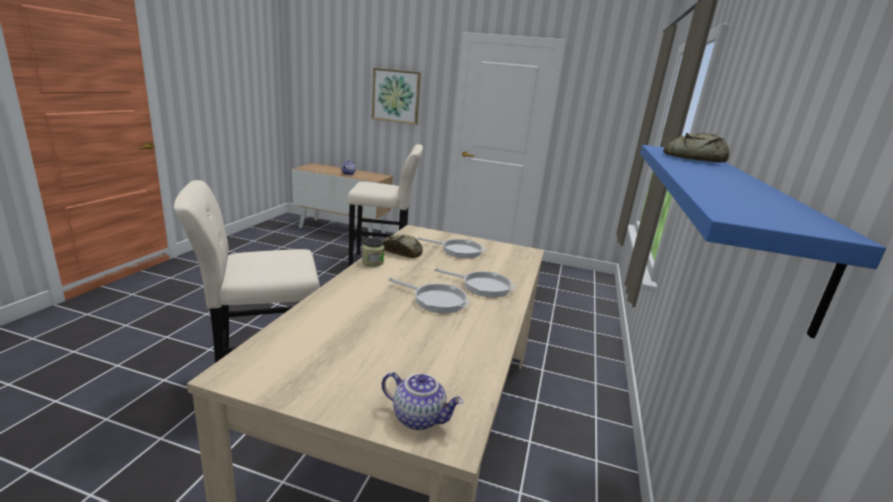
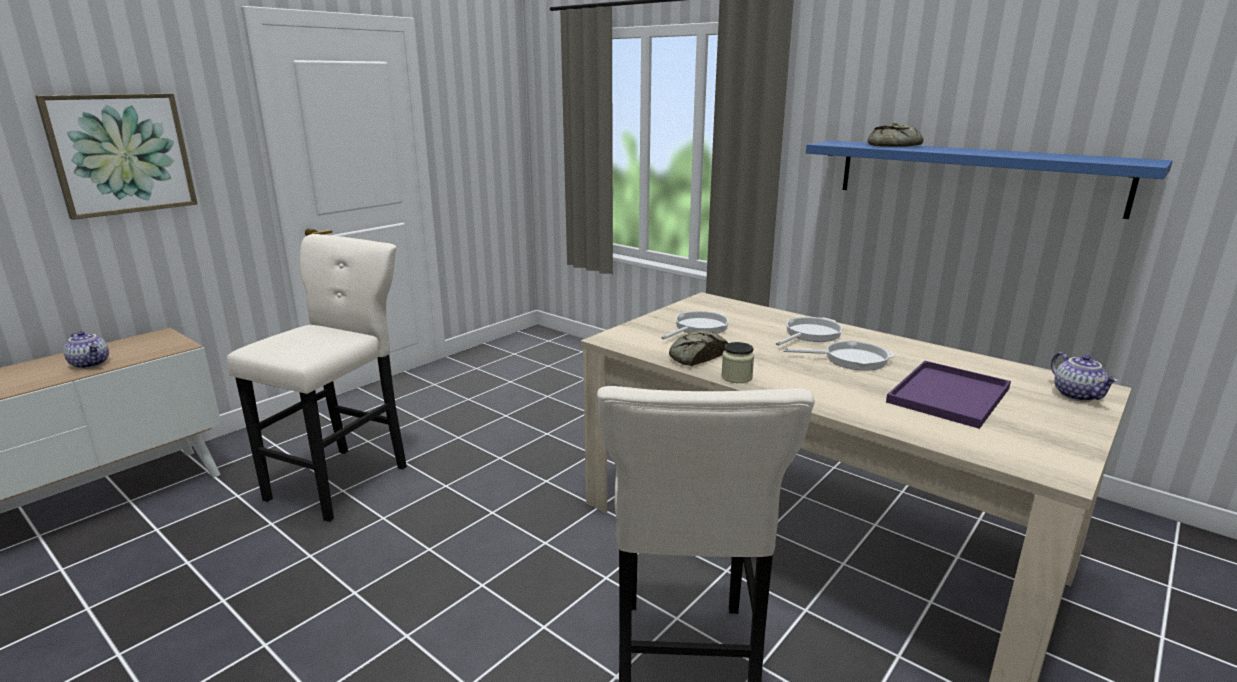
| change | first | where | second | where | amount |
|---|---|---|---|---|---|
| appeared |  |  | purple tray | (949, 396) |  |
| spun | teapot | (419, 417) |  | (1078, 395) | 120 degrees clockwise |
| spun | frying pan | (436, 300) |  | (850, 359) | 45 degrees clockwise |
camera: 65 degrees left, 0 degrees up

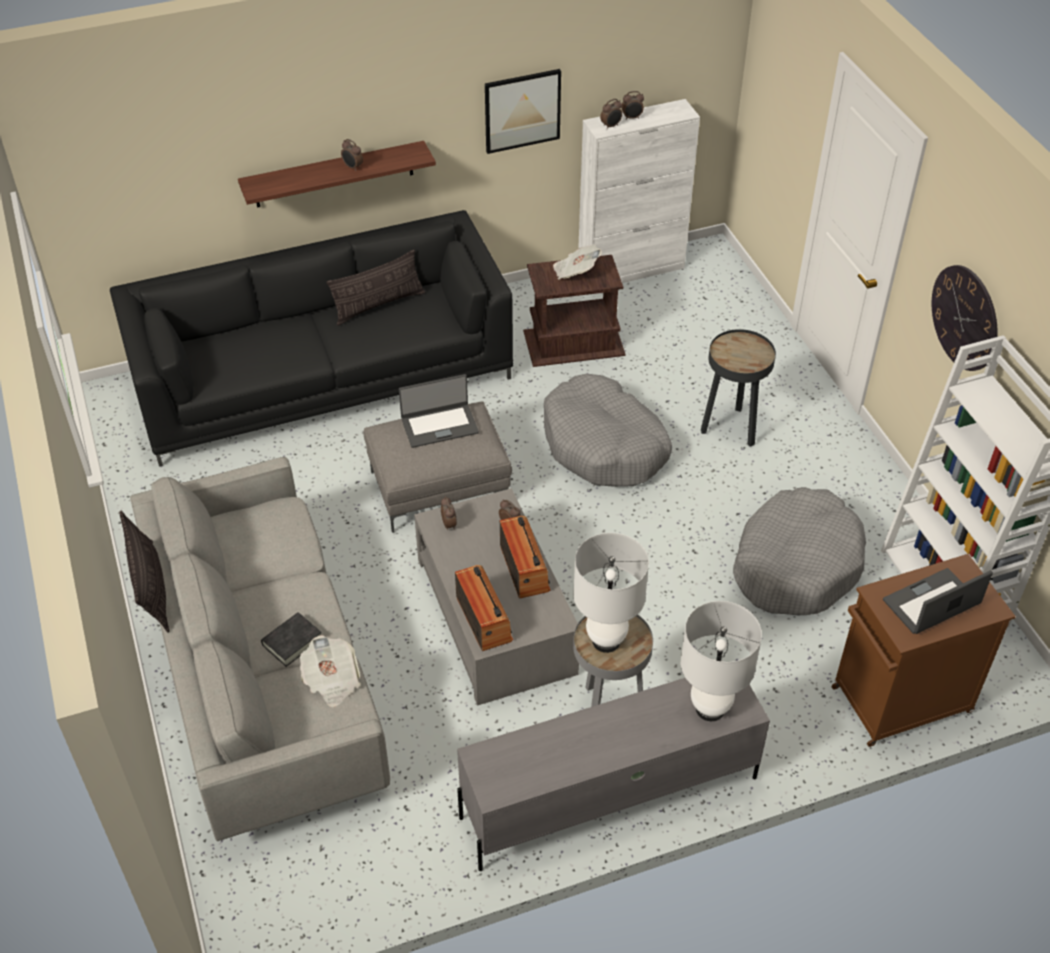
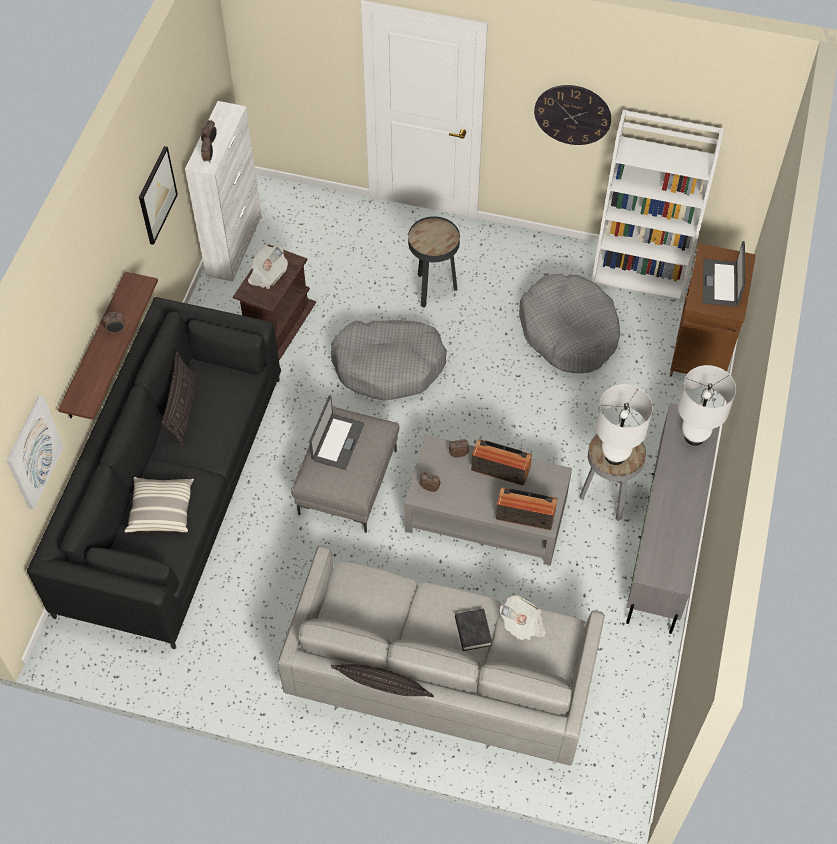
| change | first | where | second | where | amount |
|---|---|---|---|---|---|
| appeared |  |  | picture | (33, 452) |  |
| appeared |  |  | pillow | (161, 510) |  |
camera: 55 degrees left, 10 degrees up

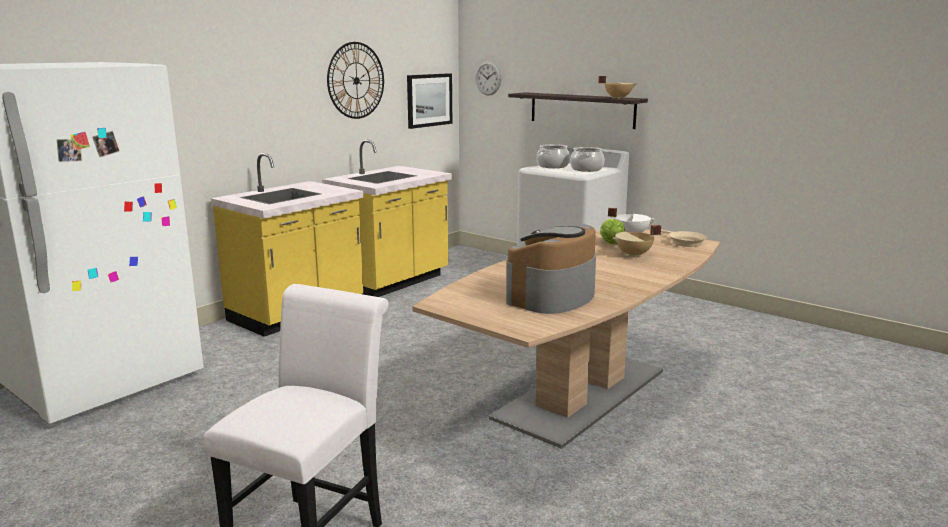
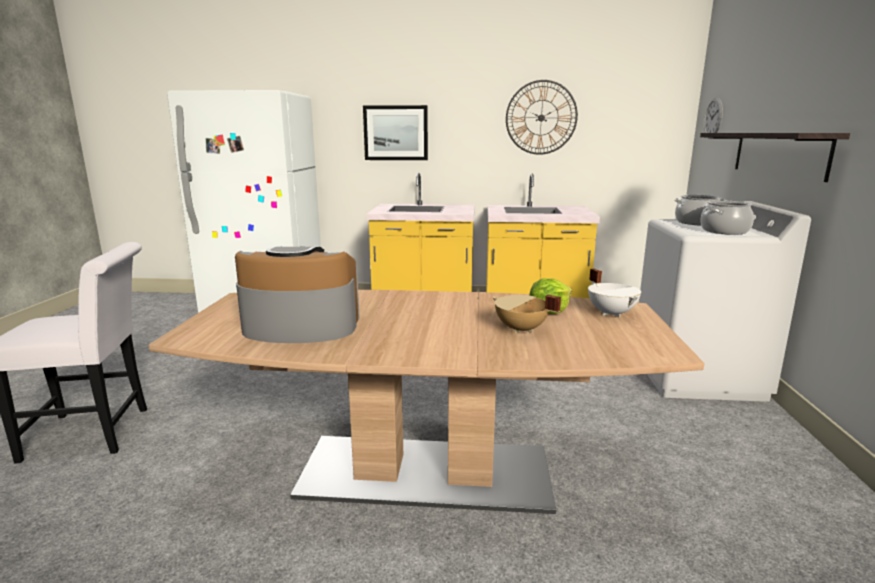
| change | first | where | second | where | amount |
|---|---|---|---|---|---|
| missing | beige cooking pot | (617, 98) |  |  |  |
| missing | beige frying pan | (684, 242) |  |  |  |
| relocated | picture | (429, 100) |  | (396, 133) |  |
camera: 55 degrees right, 0 degrees up

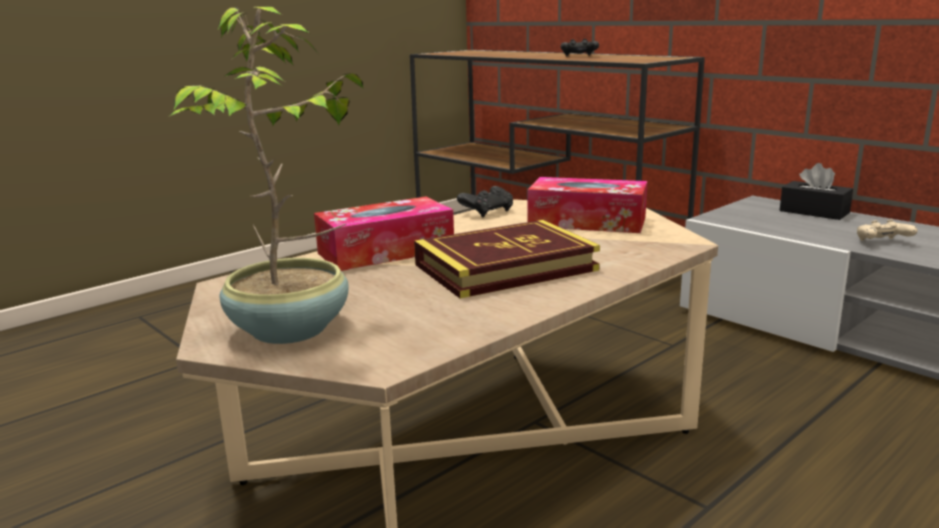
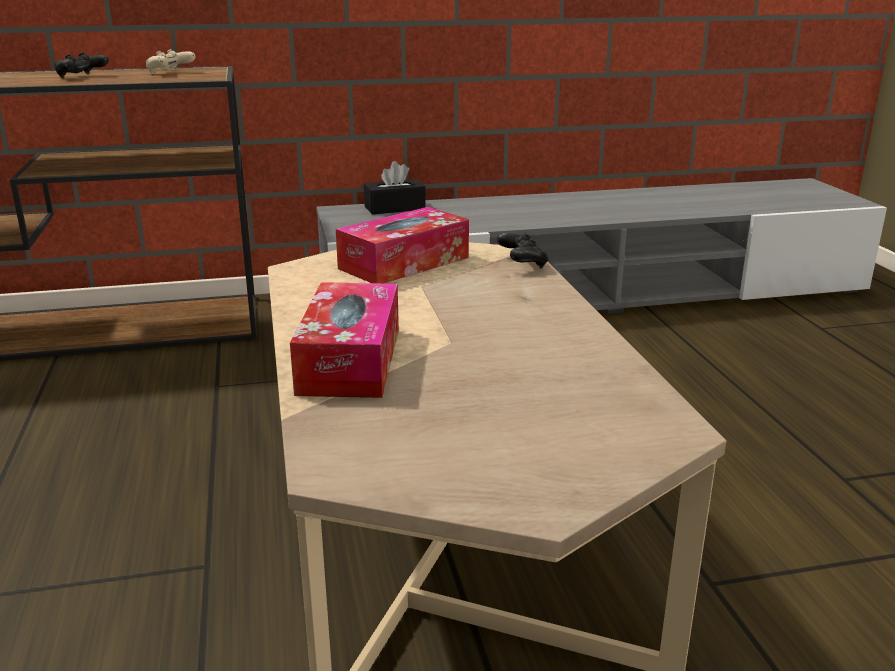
| change | first | where | second | where | amount |
|---|---|---|---|---|---|
| missing | potted plant | (292, 330) |  |  |  |
| missing | book | (505, 267) |  |  |  |
| relocated | black game controller | (487, 212) |  | (522, 263) |  |
| relocated | beige game controller | (882, 243) |  | (170, 73) |  |
camera: 60 degrees left, 5 degrees up

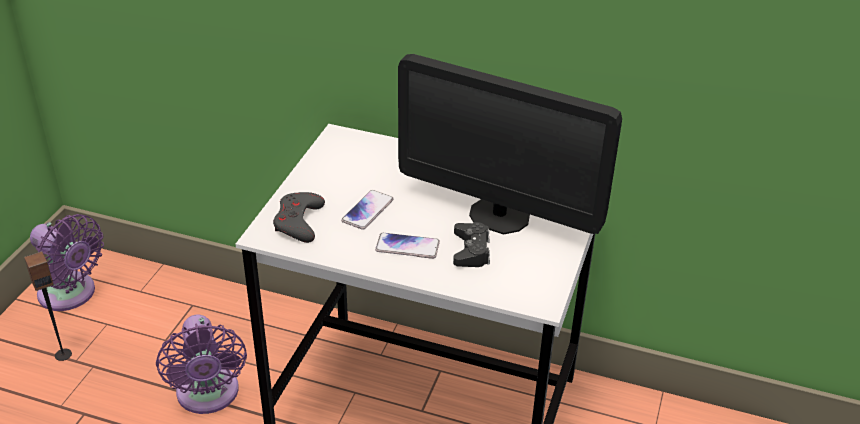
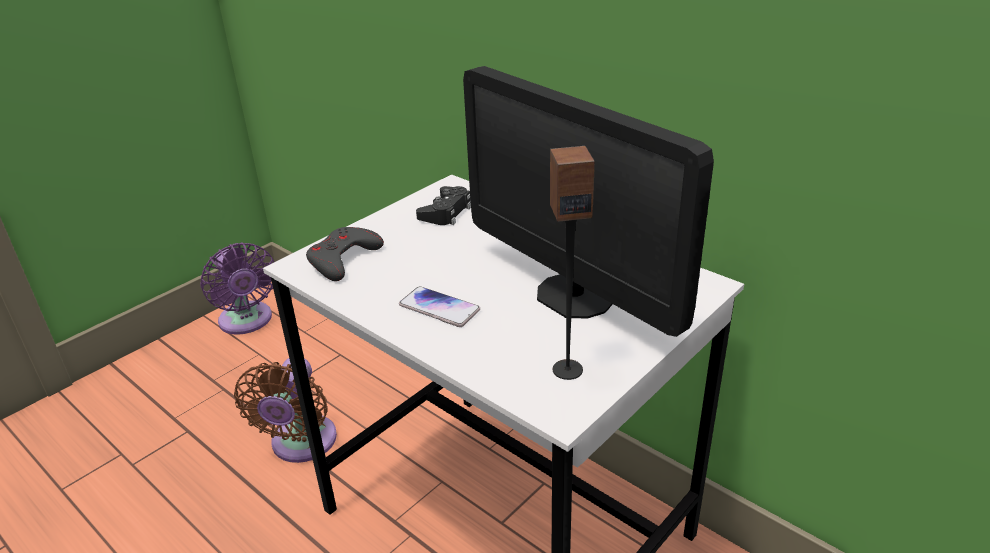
| change | first | where | second | where | amount |
|---|---|---|---|---|---|
| missing | phone | (367, 211) |  |  |  |
| relocated | speaker | (63, 354) |  | (567, 369) |  |
| relocated | black game controller | (471, 250) |  | (446, 212) |  |
| colour | purple fan | (208, 396) | brown fan | (301, 444) |  |
camera: 25 degrees right, 5 degrees down

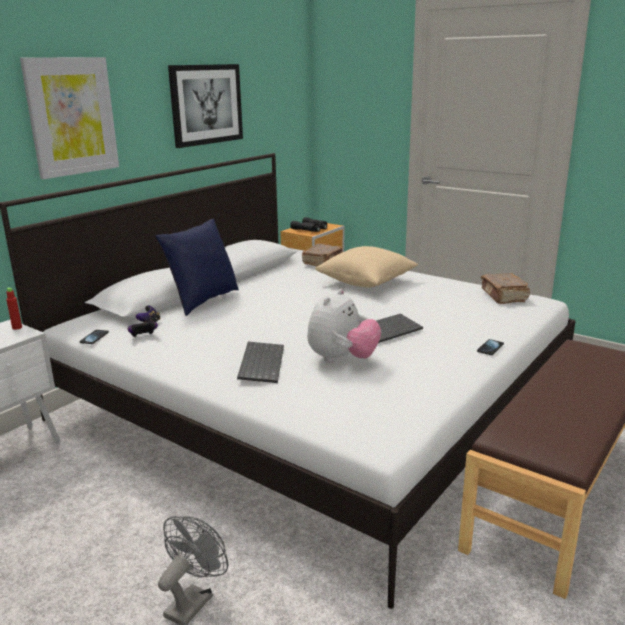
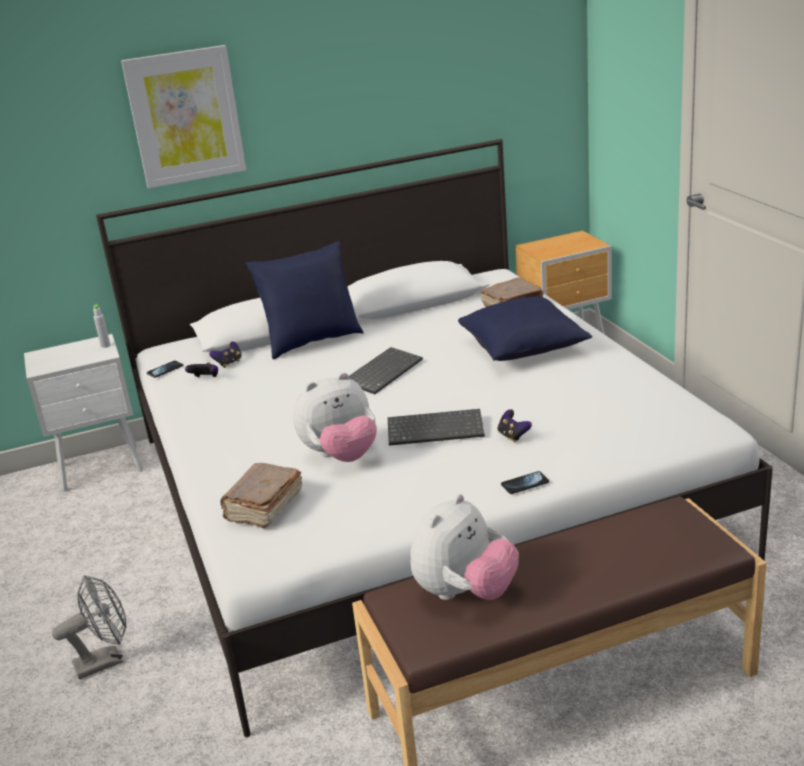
| change | first | where | second | where | amount |
|---|---|---|---|---|---|
| missing | picture | (206, 104) |  |  |  |
| missing | black binoculars | (310, 229) |  |  |  |
| appeared |  |  | plush toy | (465, 593) |  |
| appeared |  |  | game controller | (513, 436) |  |
| relocated | keyboard | (260, 363) |  | (382, 372) |  |
| relocated | brown book | (503, 296) |  | (263, 507) |  |
| colour | red bottle | (17, 327) | grey bottle | (105, 345) |  |
| colour | beige pillow | (366, 282) | blue pillow | (523, 349) |  |
camera: 35 degrees right, 5 degrees up

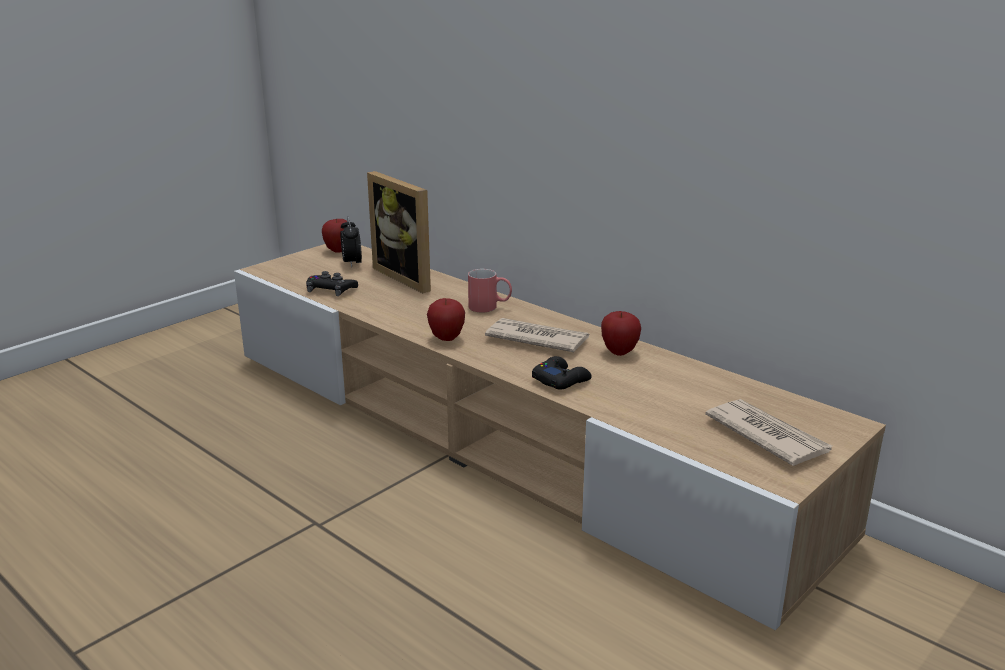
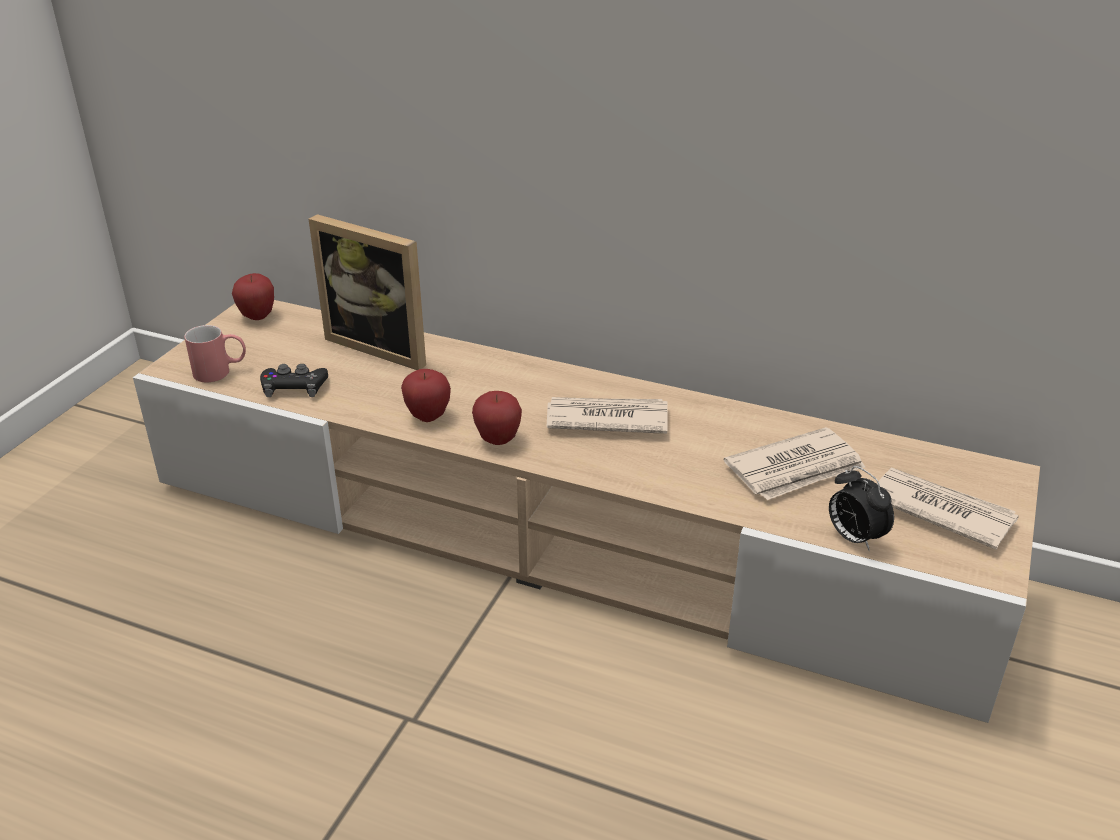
| change | first | where | second | where | amount |
|---|---|---|---|---|---|
| missing | black game controller | (561, 380) |  |  |  |
| appeared |  |  | newspaper | (796, 469) |  |
| relocated | alarm clock | (352, 263) |  | (853, 538) |  |
| relocated | red mug | (490, 307) |  | (221, 372) |  |
| relocated | apple | (619, 352) |  | (428, 416) |  |
camera: 20 degrees left, 10 degrees up

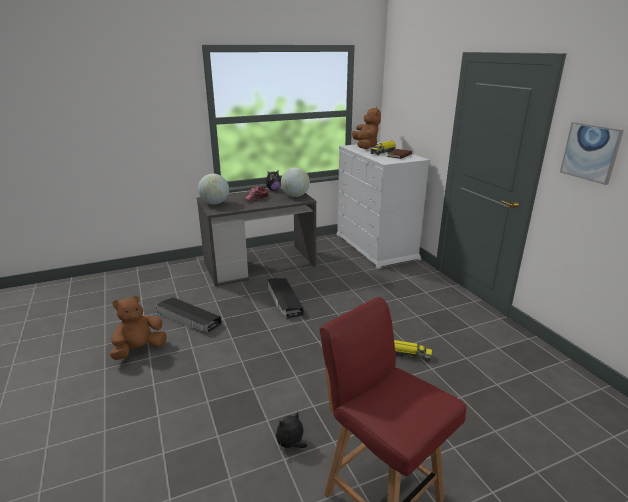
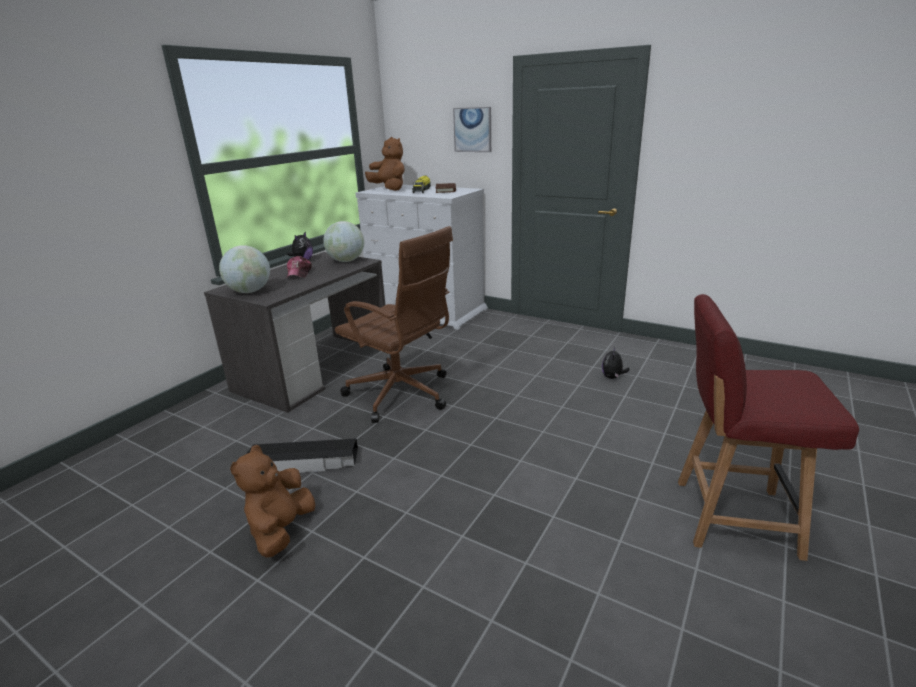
| change | first | where | second | where | amount |
|---|---|---|---|---|---|
| missing | toy truck | (407, 354) |  |  |  |
| relocated | plush toy | (291, 445) |  | (612, 377) |  |
| relocated | picture | (590, 152) |  | (472, 129) |  |
| exchanged | black storage box | (284, 301) | brown office chair | (401, 395) |  |
camera: 35 degrees left, 0 degrees up

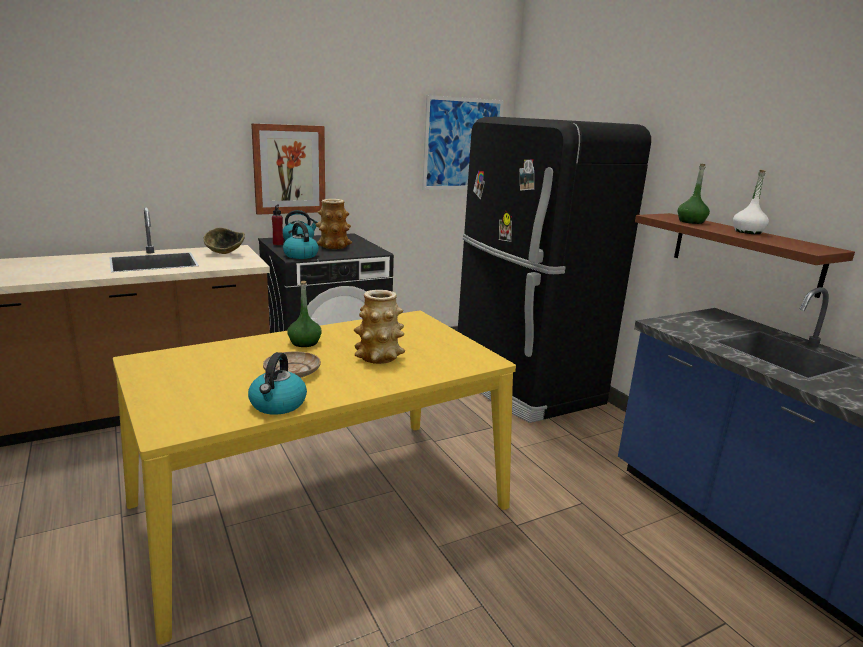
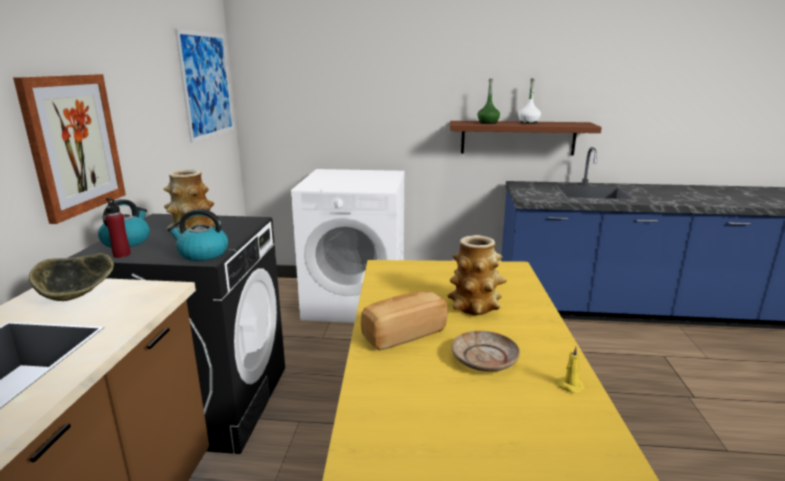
| change | first | where | second | where | amount |
|---|---|---|---|---|---|
| exchanged | kettle | (278, 404) | yellow candle | (568, 385) |  |
| exchanged | green bottle | (304, 342) | bread | (403, 334) |  |
| exchanged | black fridge | (522, 385) | white washing machine | (356, 301) |  |
camera: 55 degrees left, 0 degrees up

